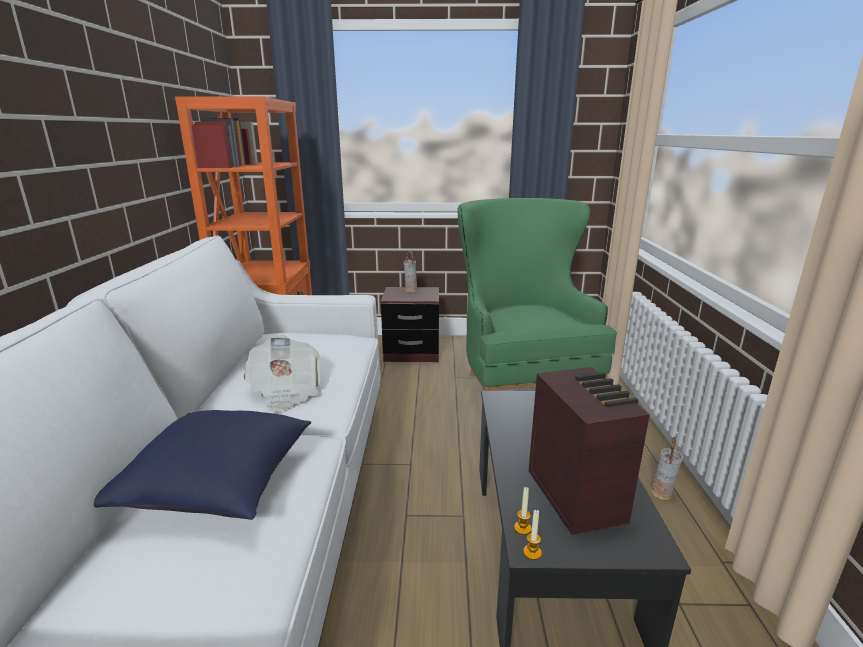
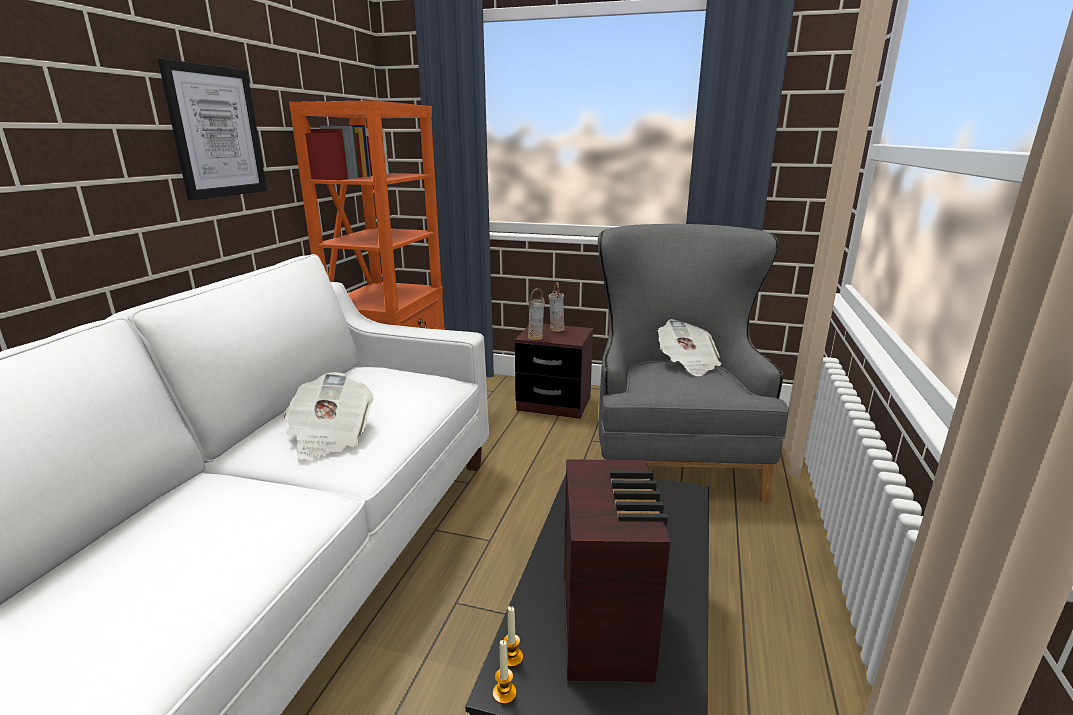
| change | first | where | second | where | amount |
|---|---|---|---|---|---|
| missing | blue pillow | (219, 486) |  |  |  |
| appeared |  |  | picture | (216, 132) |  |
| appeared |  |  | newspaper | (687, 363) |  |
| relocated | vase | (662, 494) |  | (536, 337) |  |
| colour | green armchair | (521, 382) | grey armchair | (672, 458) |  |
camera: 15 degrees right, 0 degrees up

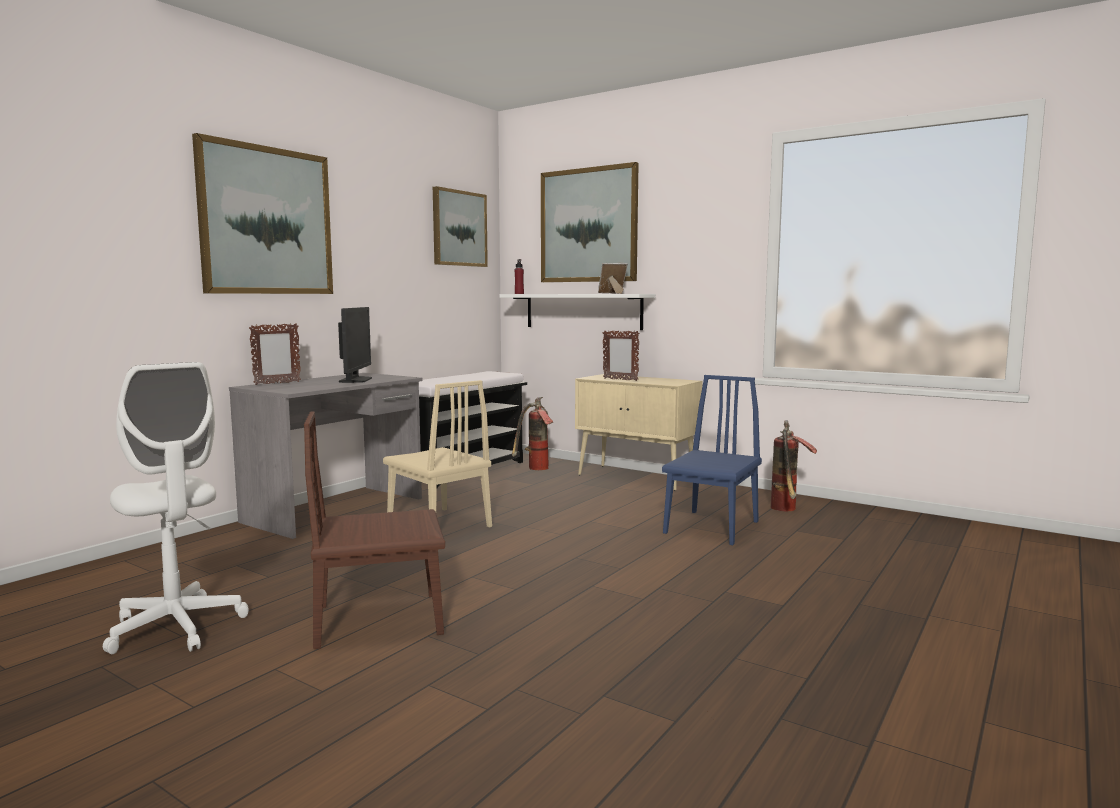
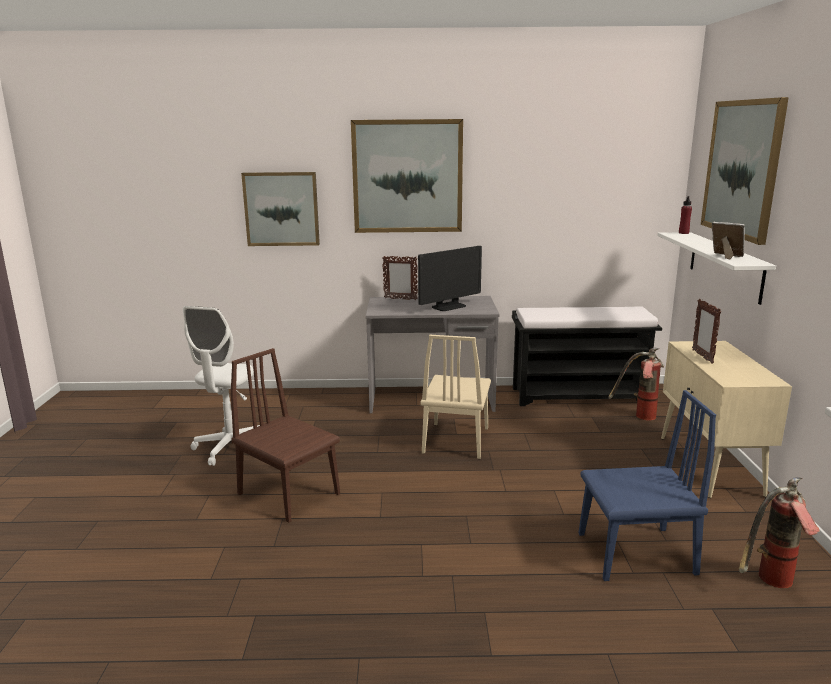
| change | first | where | second | where | amount |
|---|---|---|---|---|---|
| relocated | picture | (459, 228) |  | (281, 209) |  |
camera: 55 degrees right, 10 degrees up

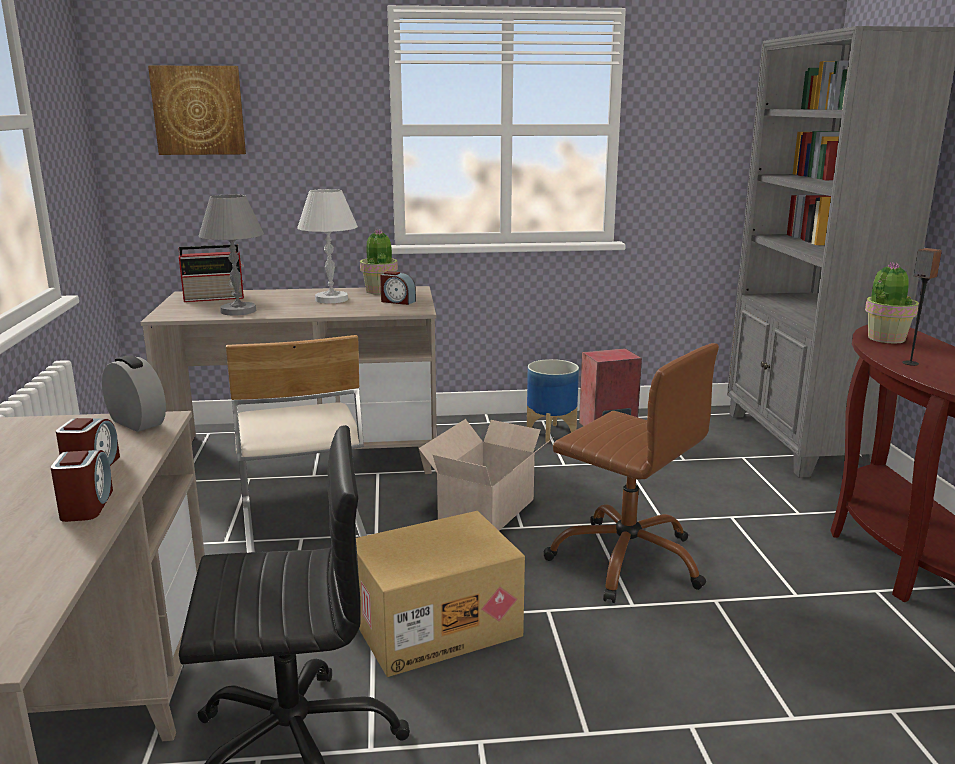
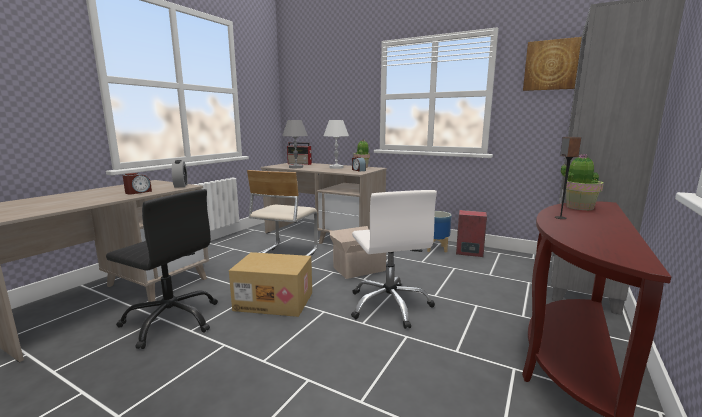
| change | first | where | second | where | amount |
|---|---|---|---|---|---|
| missing | alarm clock | (87, 506) |  |  |  |
| relocated | picture | (199, 110) |  | (551, 65) |  |
| colour | brown office chair | (627, 560) | white office chair | (389, 305) |  |
camera: 35 degrees right, 5 degrees down

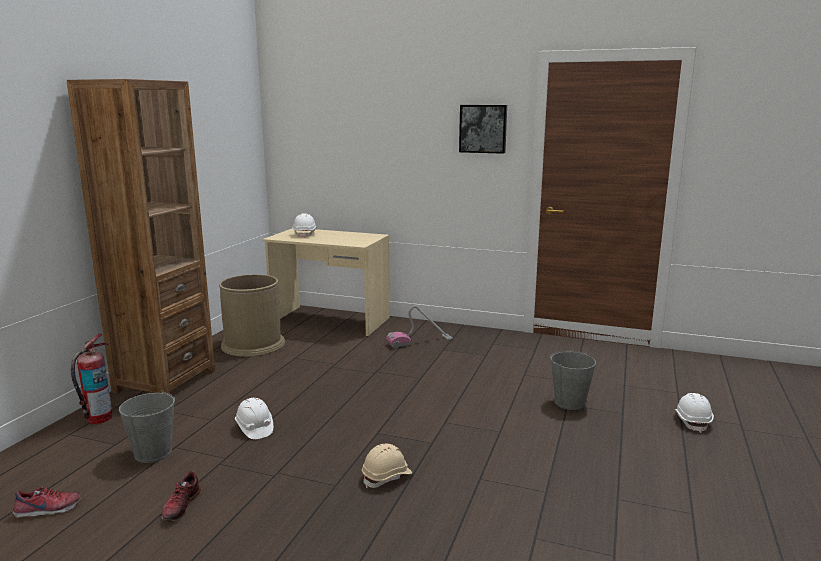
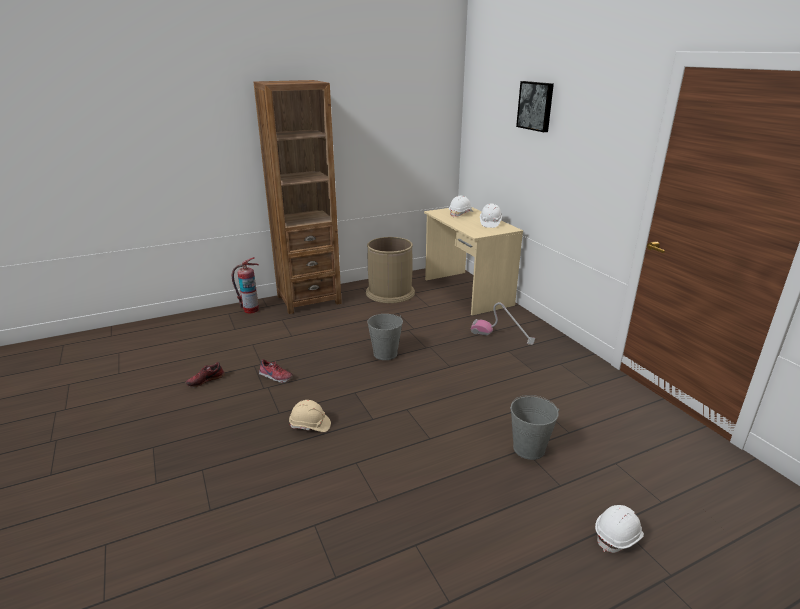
| change | first | where | second | where | amount |
|---|---|---|---|---|---|
| relocated | shoe | (47, 510) |  | (275, 377) |  |
| relocated | grey bucket | (152, 453) |  | (385, 353) |  |
| relocated | white hard hat | (254, 428) |  | (490, 223) |  |
| relocated | picture | (483, 128) |  | (536, 106) |  |
camera: 45 degrees right, 10 degrees up

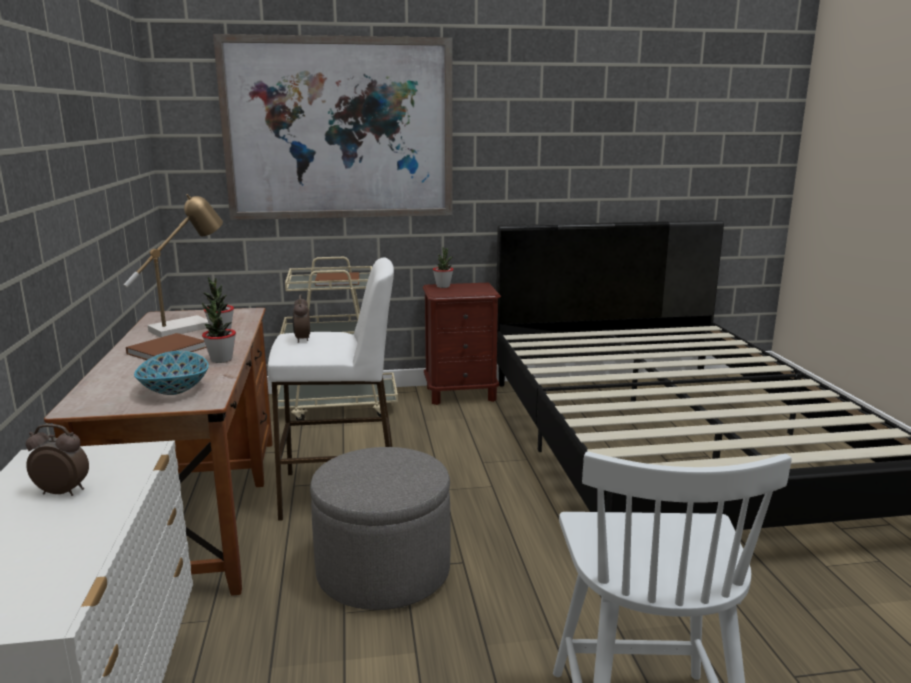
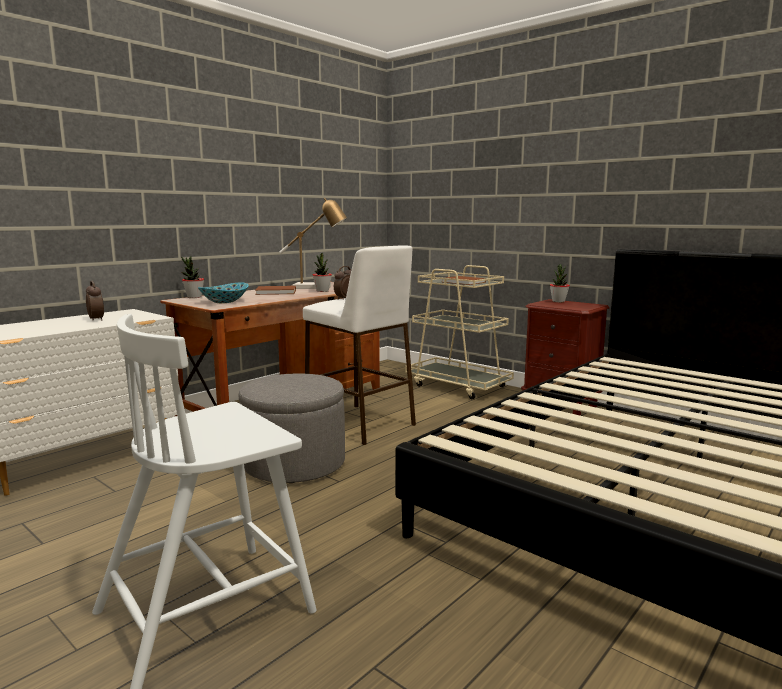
| change | first | where | second | where | amount |
|---|---|---|---|---|---|
| missing | picture | (339, 129) |  |  |  |
| relocated | potted plant | (221, 360) |  | (194, 297) |  |
camera: 50 degrees right, 5 degrees down

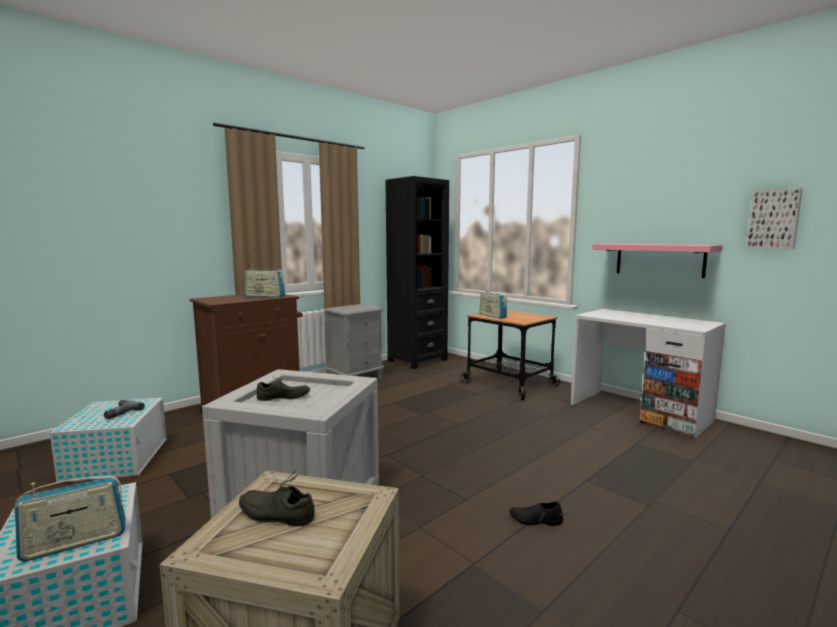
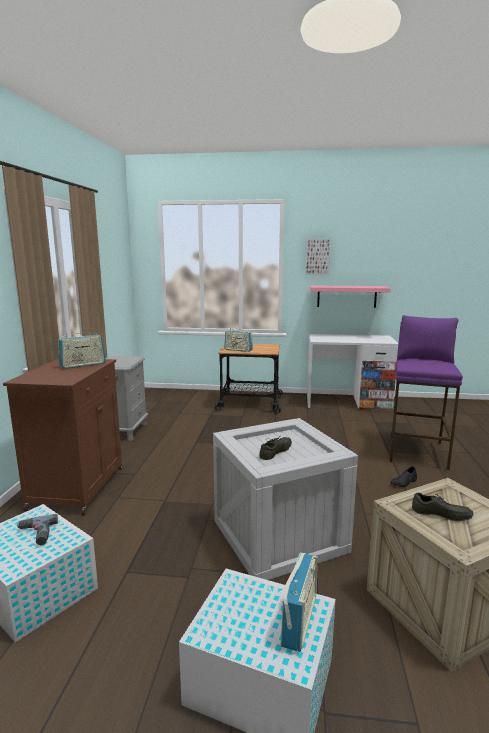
| change | first | where | second | where | amount |
|---|---|---|---|---|---|
| missing | black bookcase | (417, 360) |  |  |  |
| appeared |  |  | purple stool | (417, 451) |  |
| relocated | picture | (774, 219) |  | (317, 257) |  |
| spun | grey shoe | (278, 513) |  | (441, 515) | 135 degrees counterclockwise |
camera: 40 degrees left, 5 degrees up

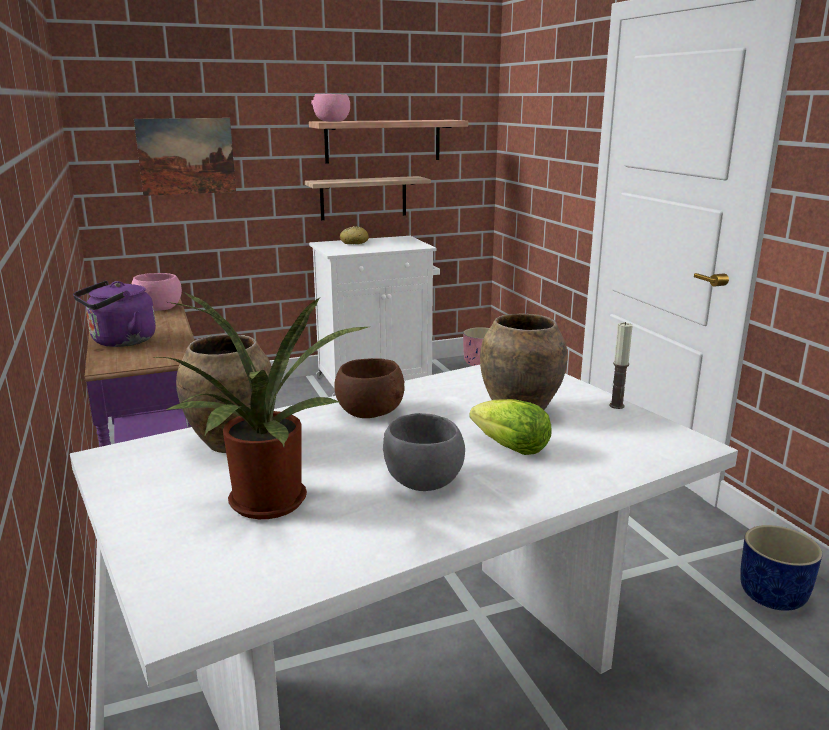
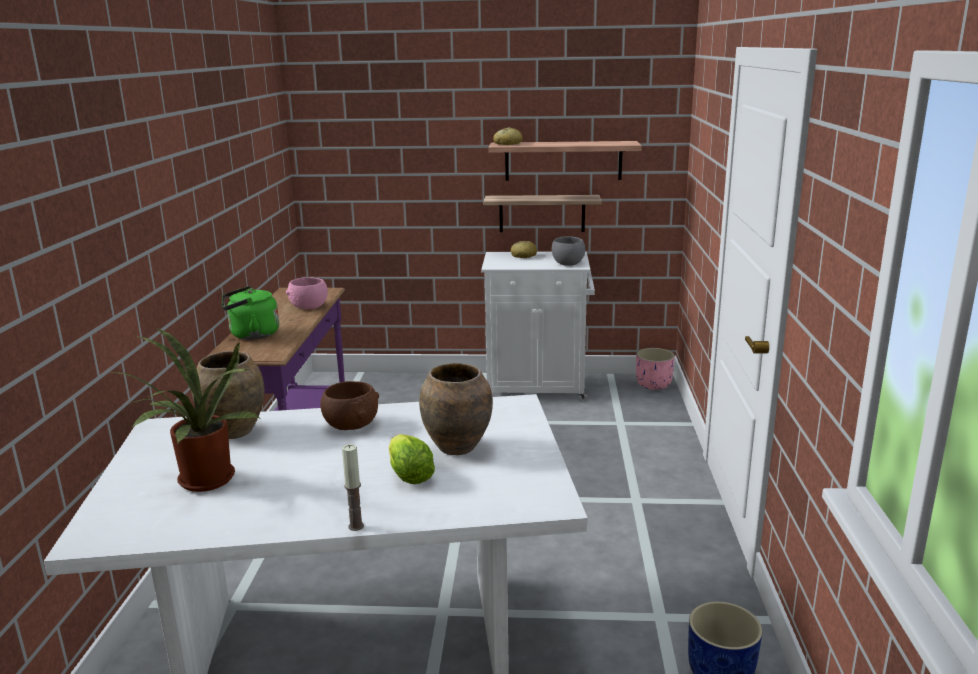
| change | first | where | second | where | amount |
|---|---|---|---|---|---|
| missing | picture | (186, 156) |  |  |  |
| relocated | grey bowl | (422, 480) |  | (567, 263) |  |
| relocated | candle | (617, 406) |  | (356, 526) |  |
| exchanged | pink bowl | (331, 121) | bread | (507, 144) |  |
| colour | purple kettle | (120, 342) | green kettle | (251, 335) |  |
camera: 25 degrees right, 0 degrees up

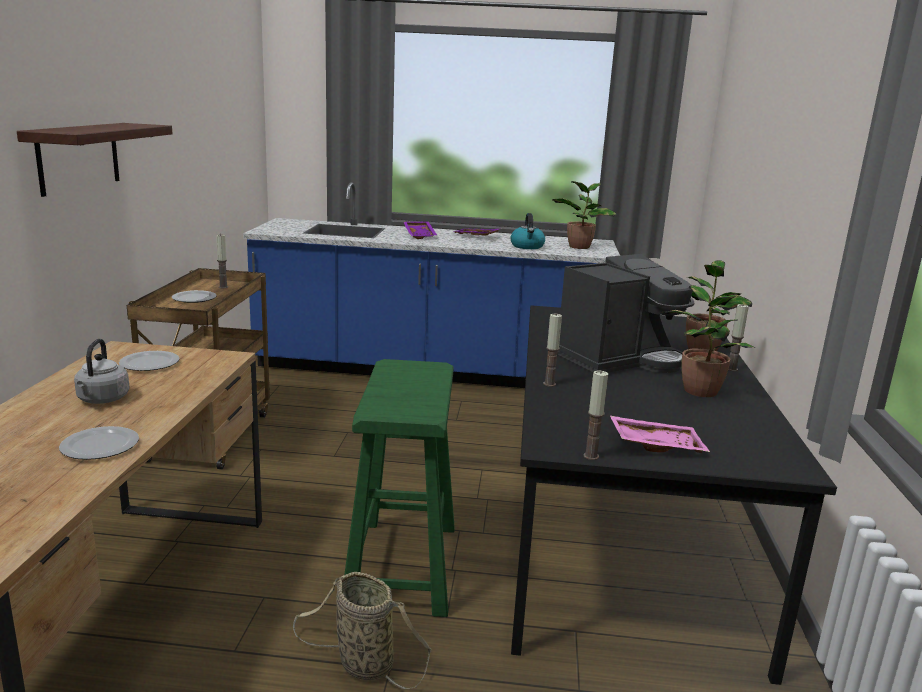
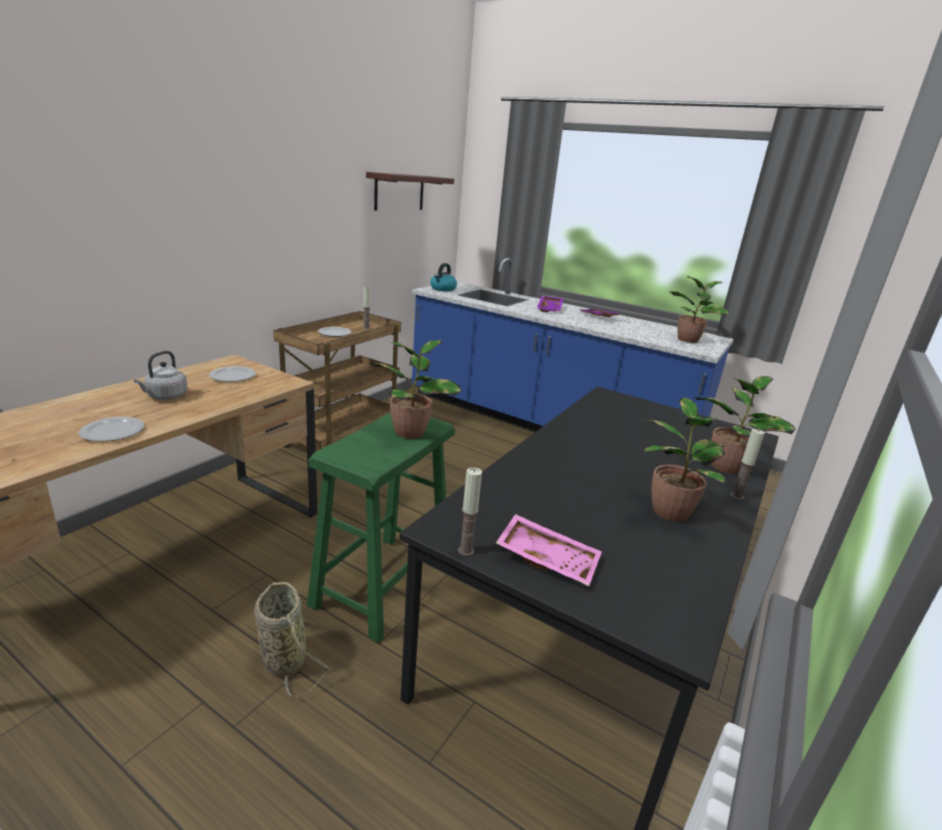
| change | first | where | second | where | amount |
|---|---|---|---|---|---|
| missing | candle | (549, 384) |  |  |  |
| missing | coffee machine | (619, 359) |  |  |  |
| appeared |  |  | potted plant | (411, 431) |  |
| relocated | shelf | (79, 157) |  | (399, 192) |  |
| relocated | kettle | (527, 246) |  | (443, 289) |  |
camera: 25 degrees right, 5 degrees up

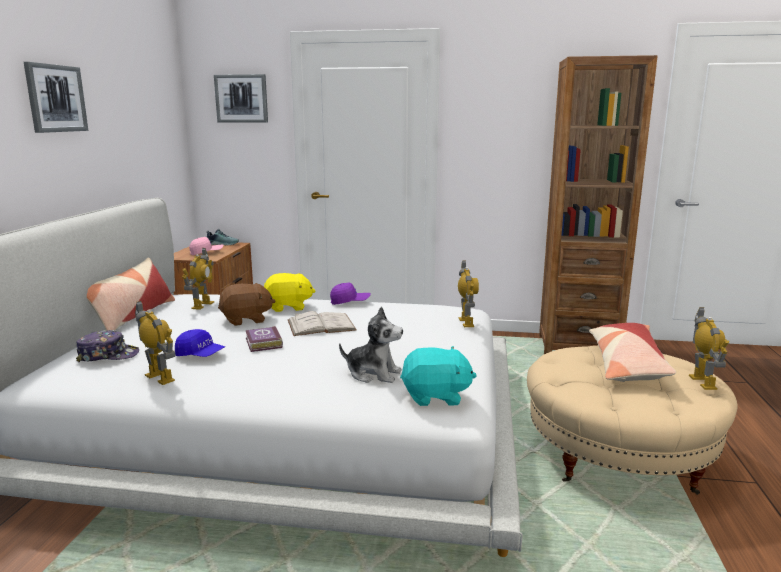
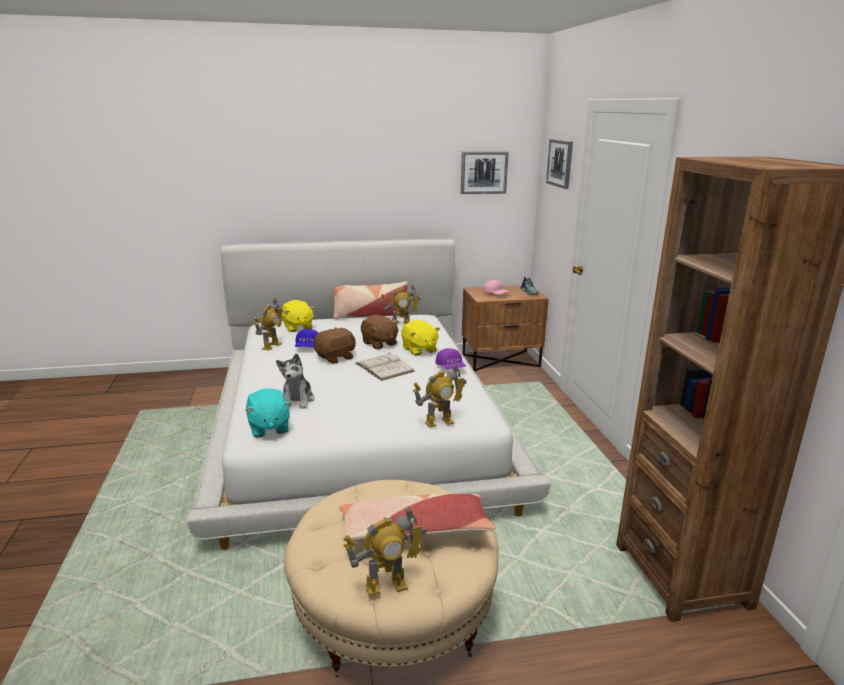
| change | first | where | second | where | amount |
|---|---|---|---|---|---|
| relocated | picture | (56, 98) |  | (483, 172) |  |
| exchanged | cap | (108, 355) | yellow plush toy | (297, 327) |  |
| exchanged | book | (263, 343) | brown plush toy | (336, 357) |  |
camera: 70 degrees right, 5 degrees up

